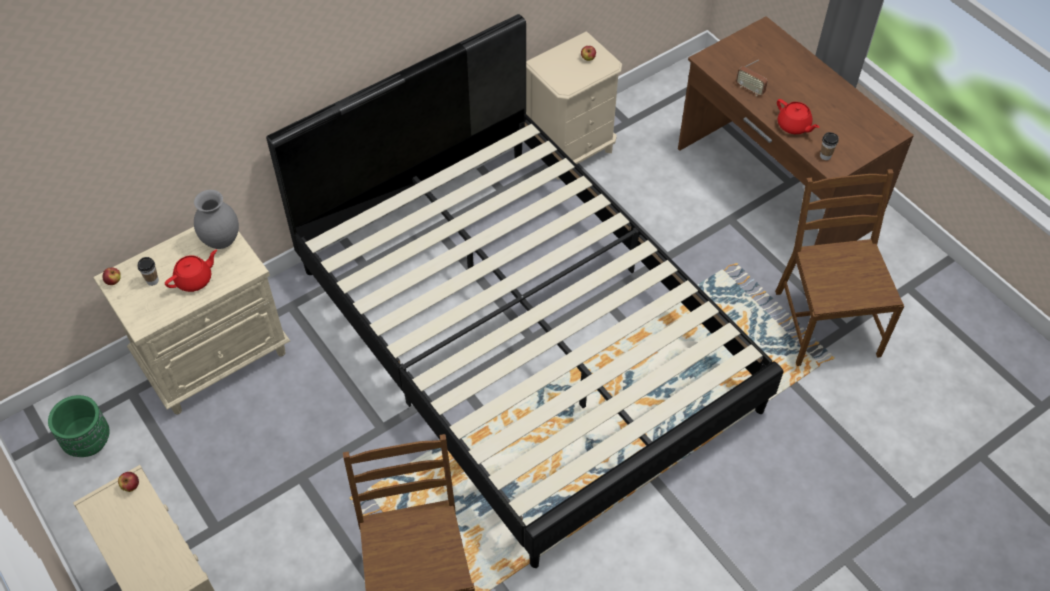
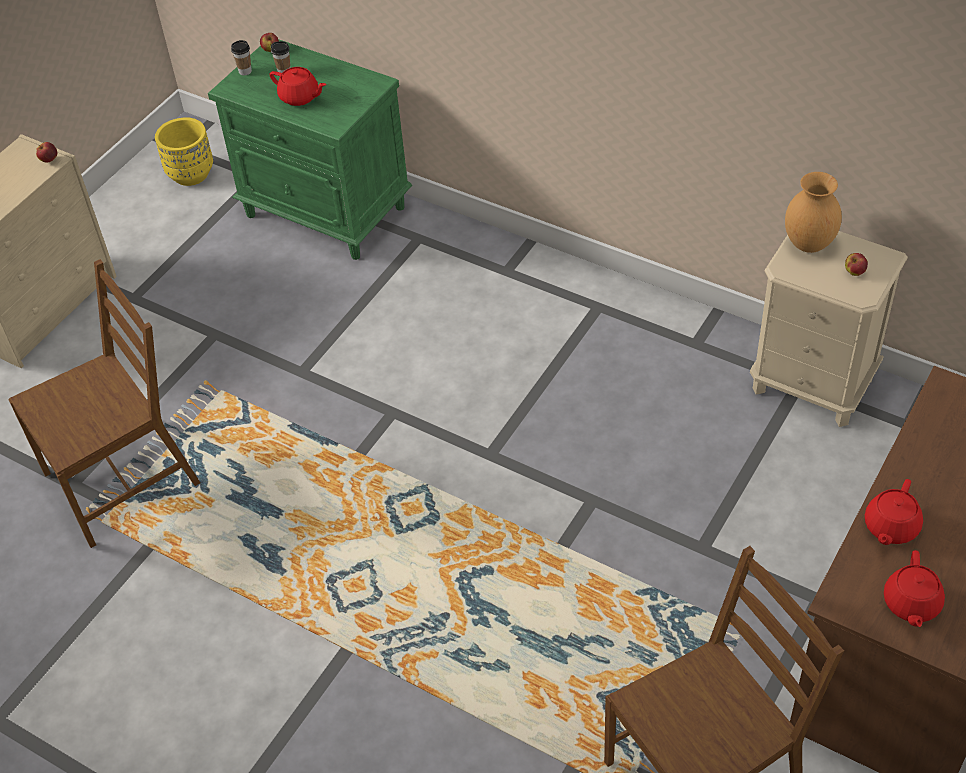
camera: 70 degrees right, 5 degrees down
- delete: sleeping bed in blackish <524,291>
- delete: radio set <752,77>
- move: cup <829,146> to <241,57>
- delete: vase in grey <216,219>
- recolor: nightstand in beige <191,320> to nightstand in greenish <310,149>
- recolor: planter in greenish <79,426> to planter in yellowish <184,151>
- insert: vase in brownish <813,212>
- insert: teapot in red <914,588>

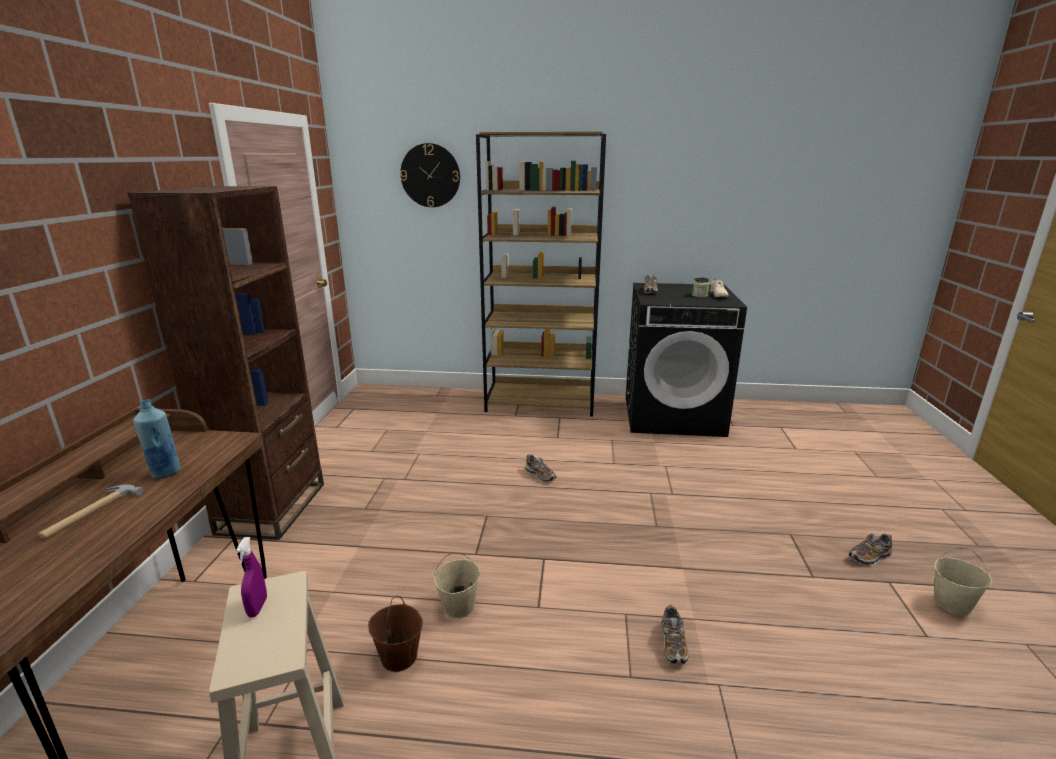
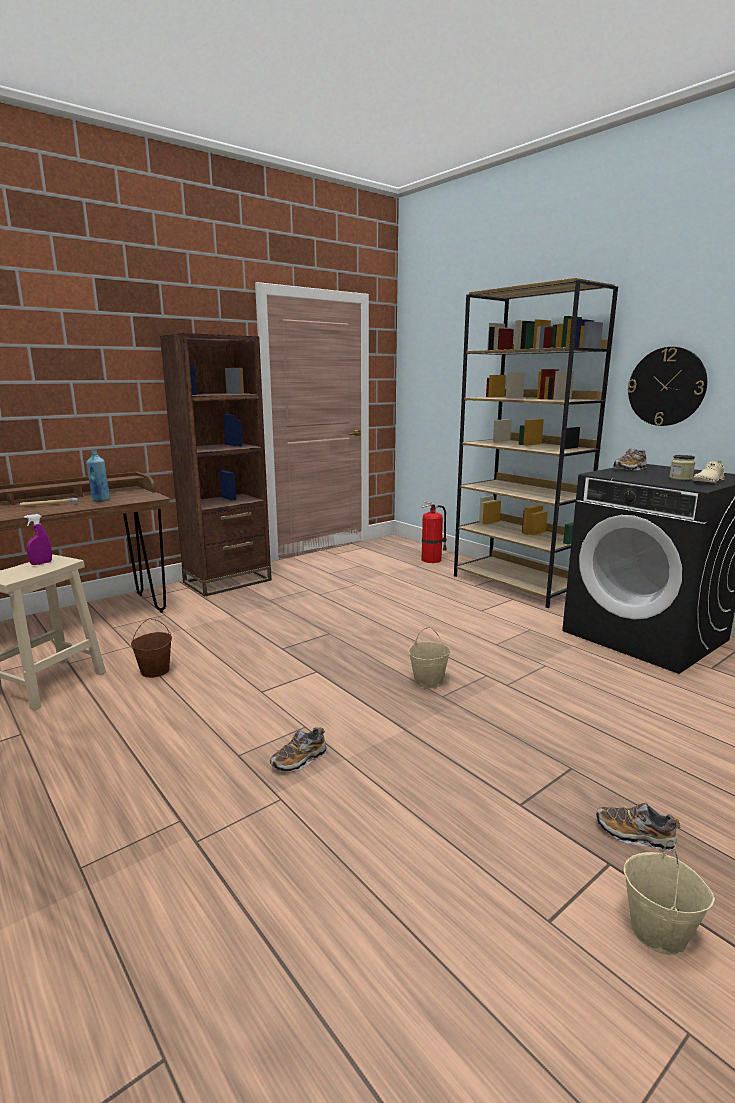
camera: 45 degrees right, 5 degrees down
- move: clock on the wall <430,175> to <667,386>
- delete: shoe <540,468>
- move: pail in beige <457,584> to <429,658>
- insert: extinguisher <434,532>

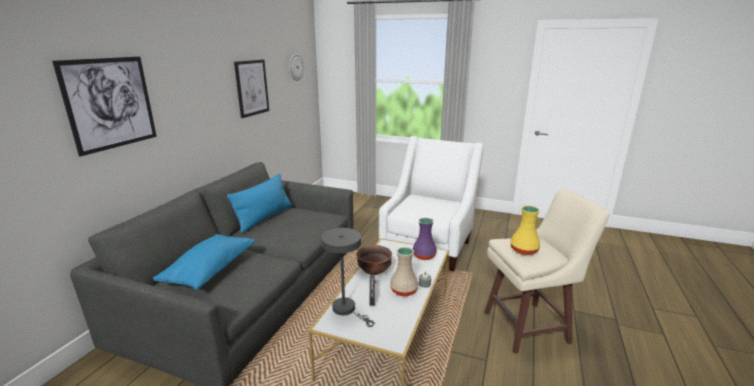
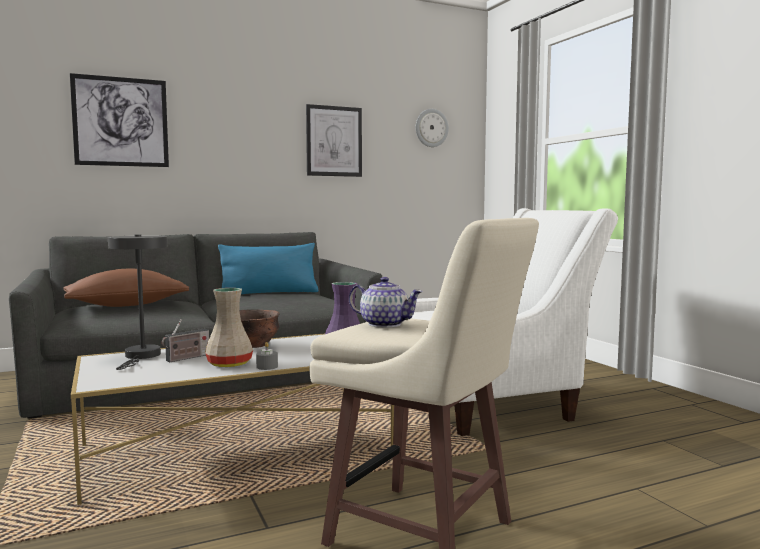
camera: 45 degrees right, 15 degrees down
- replace: vase in yellowish <525,230> to teapot <386,302>
- recolor: throw pillow in blue <204,262> to throw pillow in brownish <126,287>

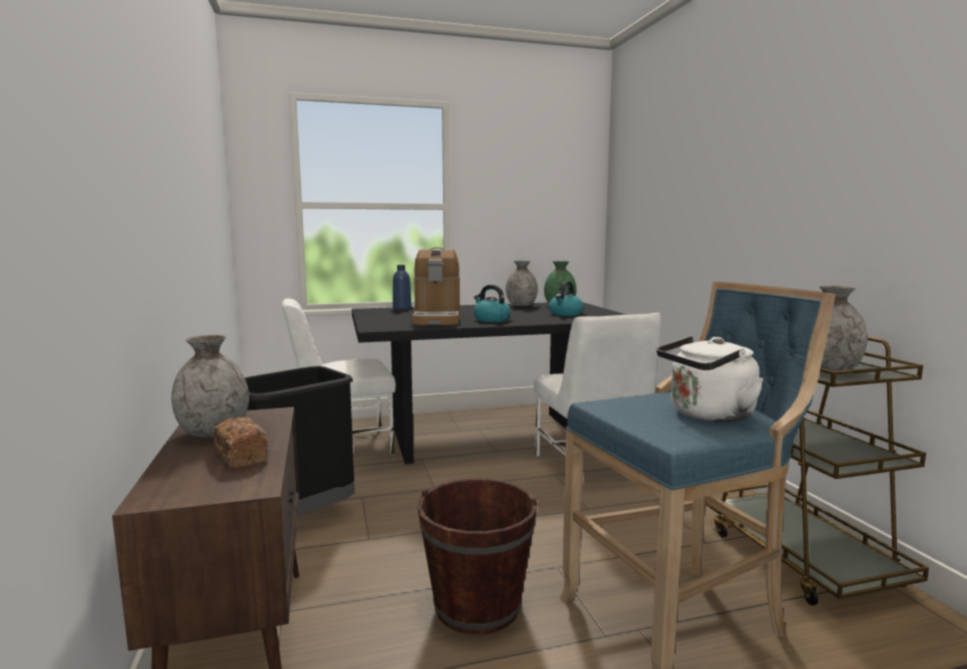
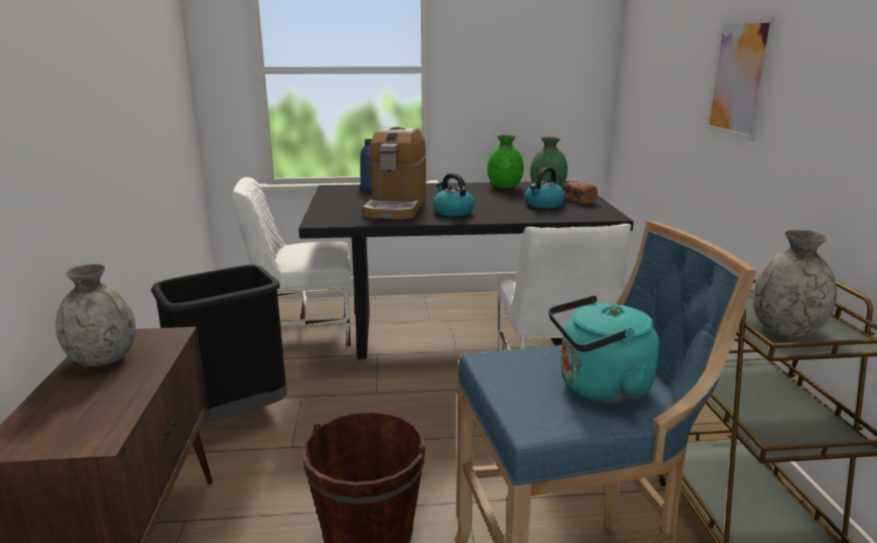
camera: 10 degrees right, 10 degrees up
- recolor: vase in grey <522,283> to vase in greenish <505,161>
- recolor: water kettle in whitish <710,379> to water kettle in blue-green <604,349>
- move: bread <240,442> to <580,192>
- insert: wall art <741,79>

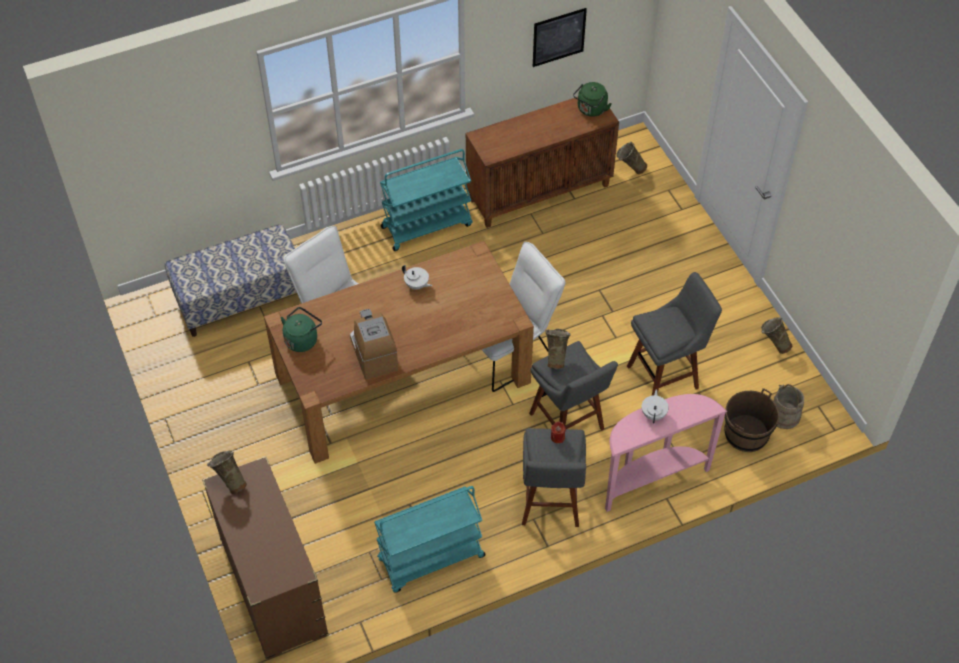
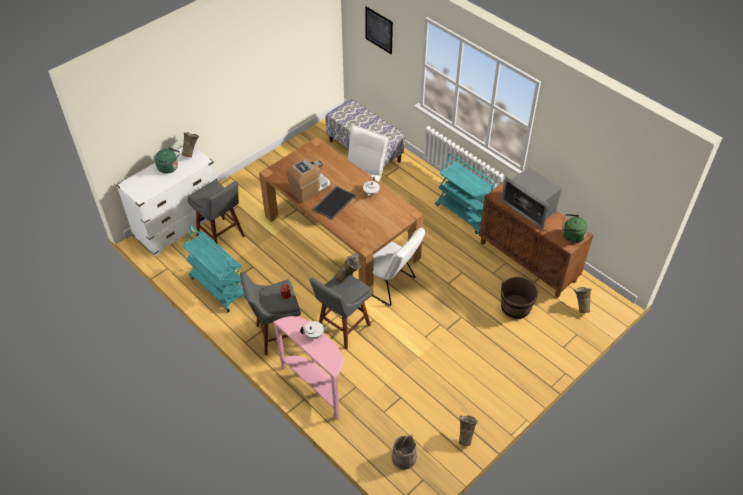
camera: 70 degrees right, 5 degrees down
- move: wall art <560,37> to <379,30>
- move: stool in grey <674,334> to <216,212>
- move: water kettle in greenish <301,329> to <167,161>
- move: pail in brownish <751,420> to <520,298>
- recolor: dresser in brownish <265,558> to dresser in whitish <166,201>
- insert: microwave oven <531,198>
- insert: tray <334,203>

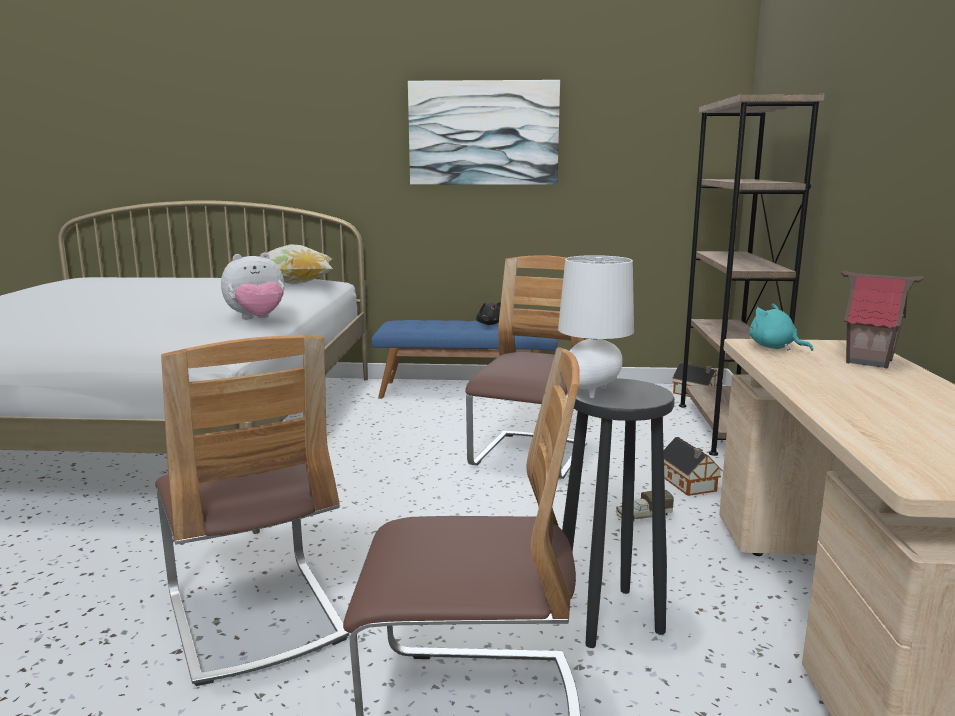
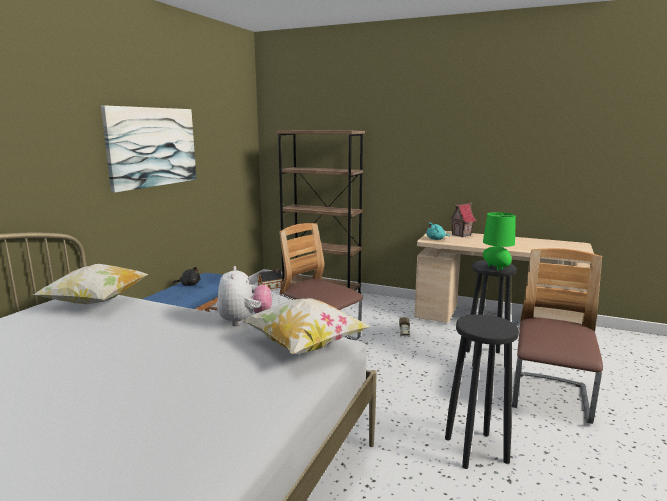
camera: 70 degrees left, 0 degrees up
- recolor: lamp for a table in whitish <596,326> to lamp for a table in greenish <499,241>
- replace: plain chair <252,510> to stool in blackish <482,391>
- delete: model house <693,466>
- insert: throw pillow <306,326>

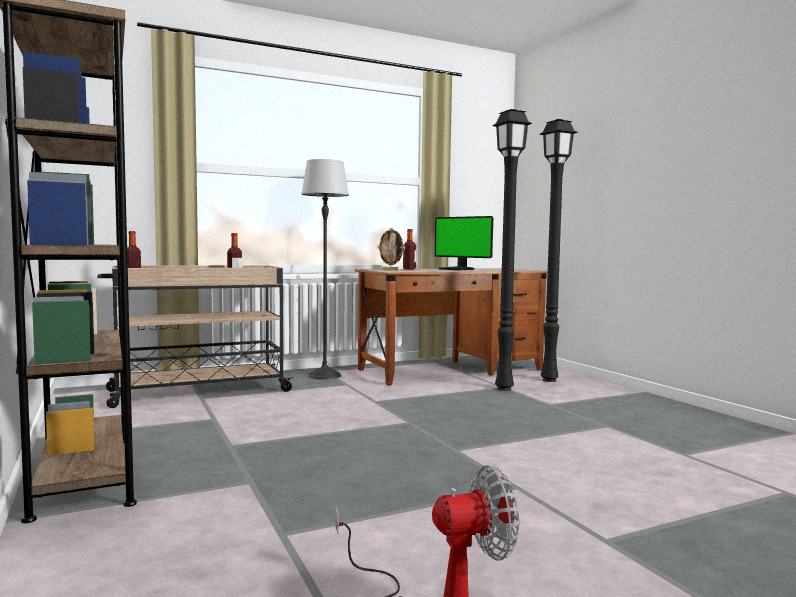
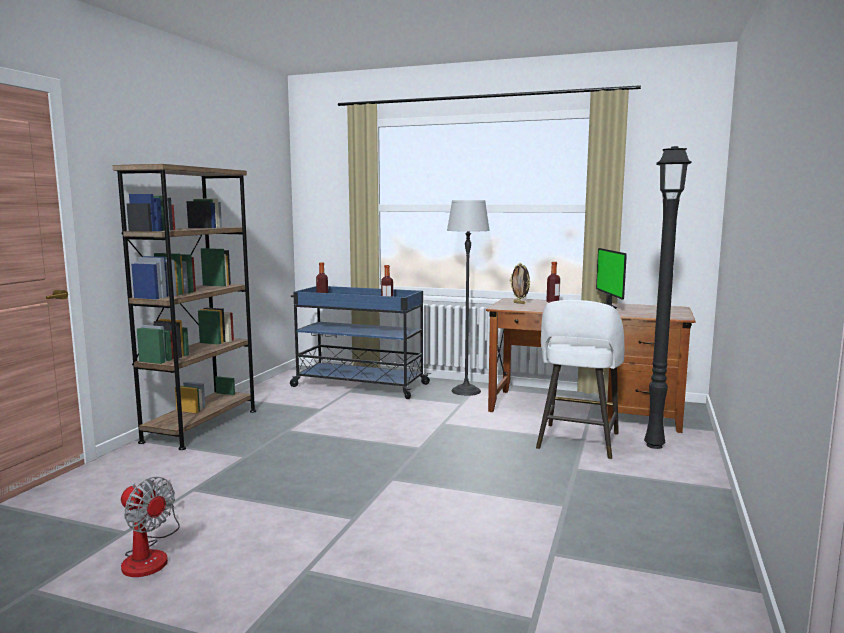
camera: 45 degrees right, 5 degrees up
- replace: standard lamp in blackish <512,250> to stool in whitish <580,379>
- recolor: cart in beige <195,336> to cart in blue <360,342>

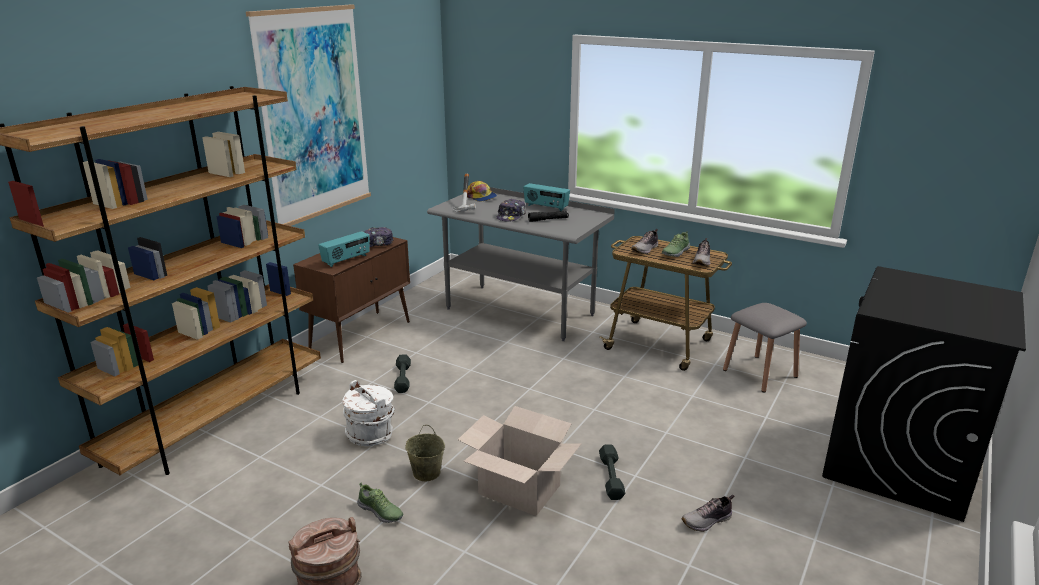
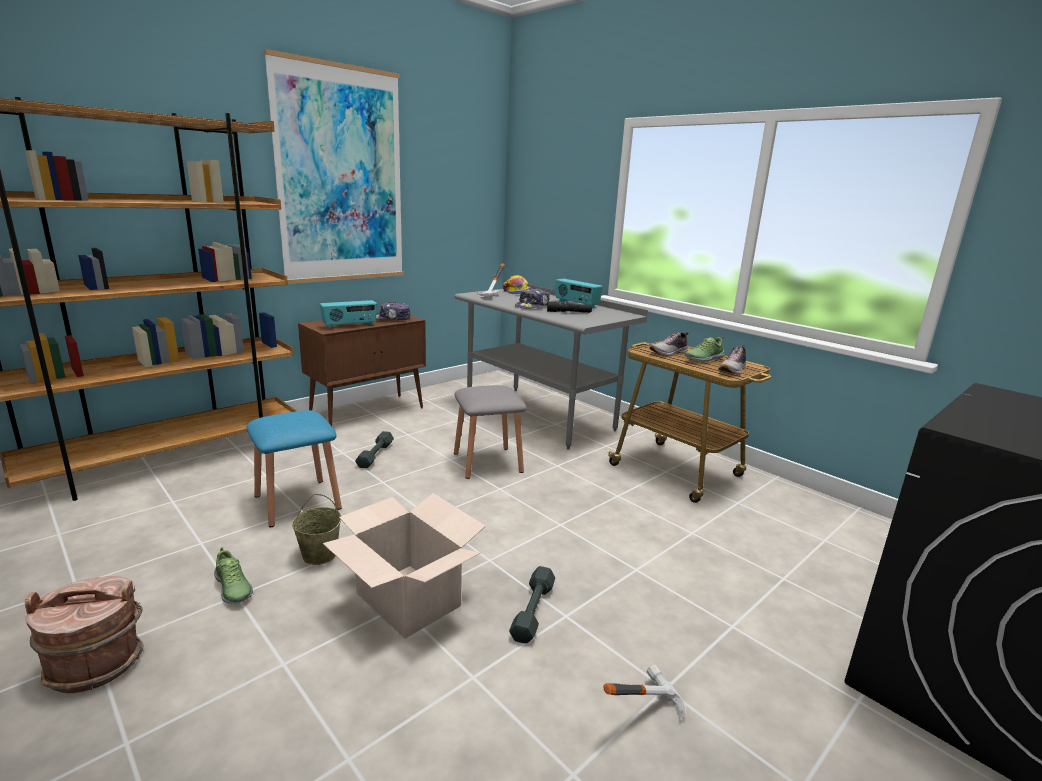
camera: 15 degrees right, 5 degrees down
- move: stool in grey <765,348> to <490,432>
- replace: pail in whitish <368,413> to stool in blue <294,468>
- replace: shoe <707,513> to hammer <644,692>

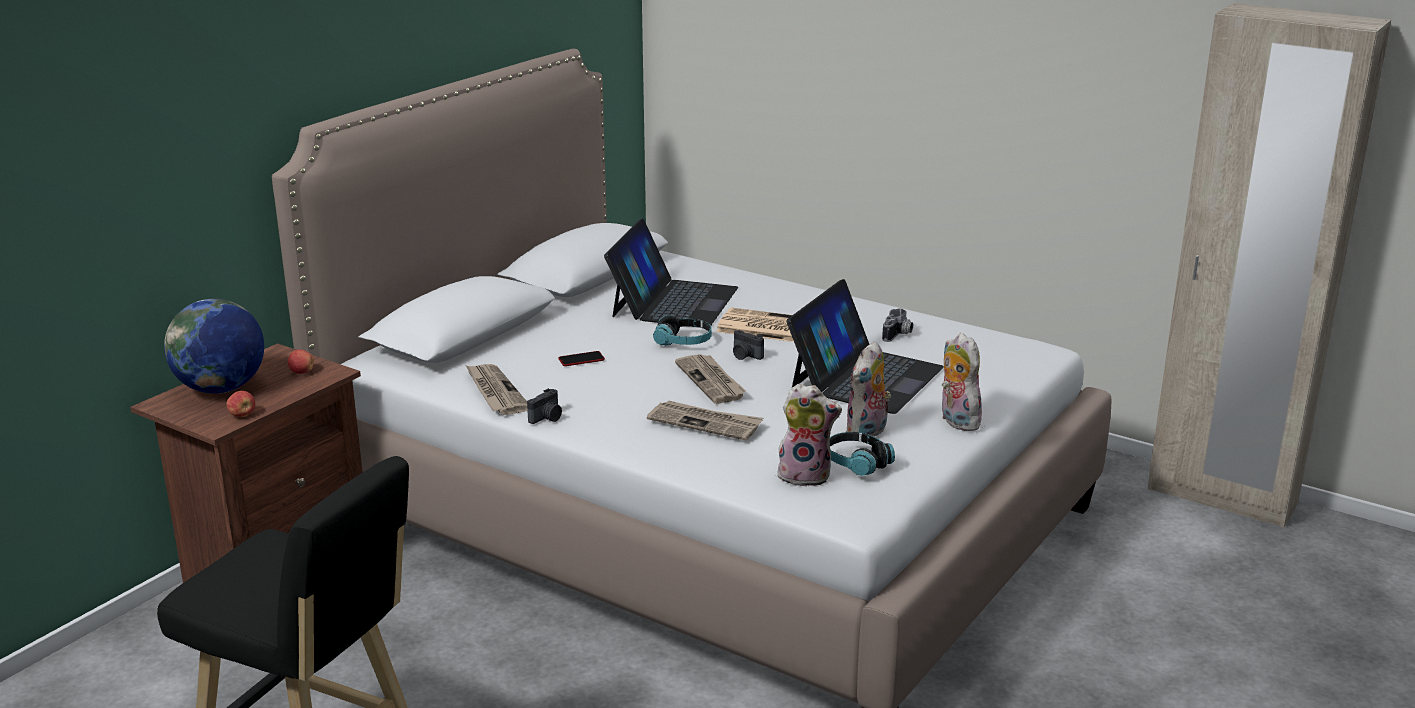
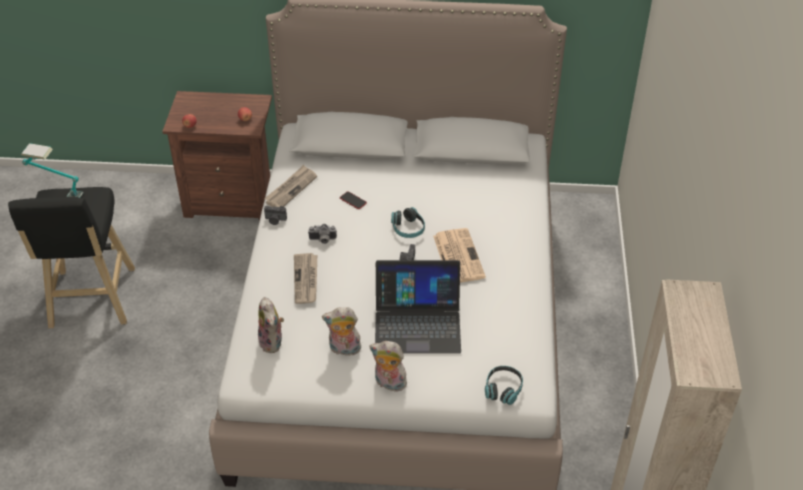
camera: 60 degrees right, 20 degrees up
- delete: notebook computer <671,271>
- delete: desk globe <214,346>
- move: photo camera <897,325> to <322,234>
- rotate: plush toy <961,382> = <388,366> 105 degrees counterclockwise
- delete: daily paper <710,379>
- move: pair of headphones <862,454> to <504,385>
- insert: lamp for a table <52,170>

